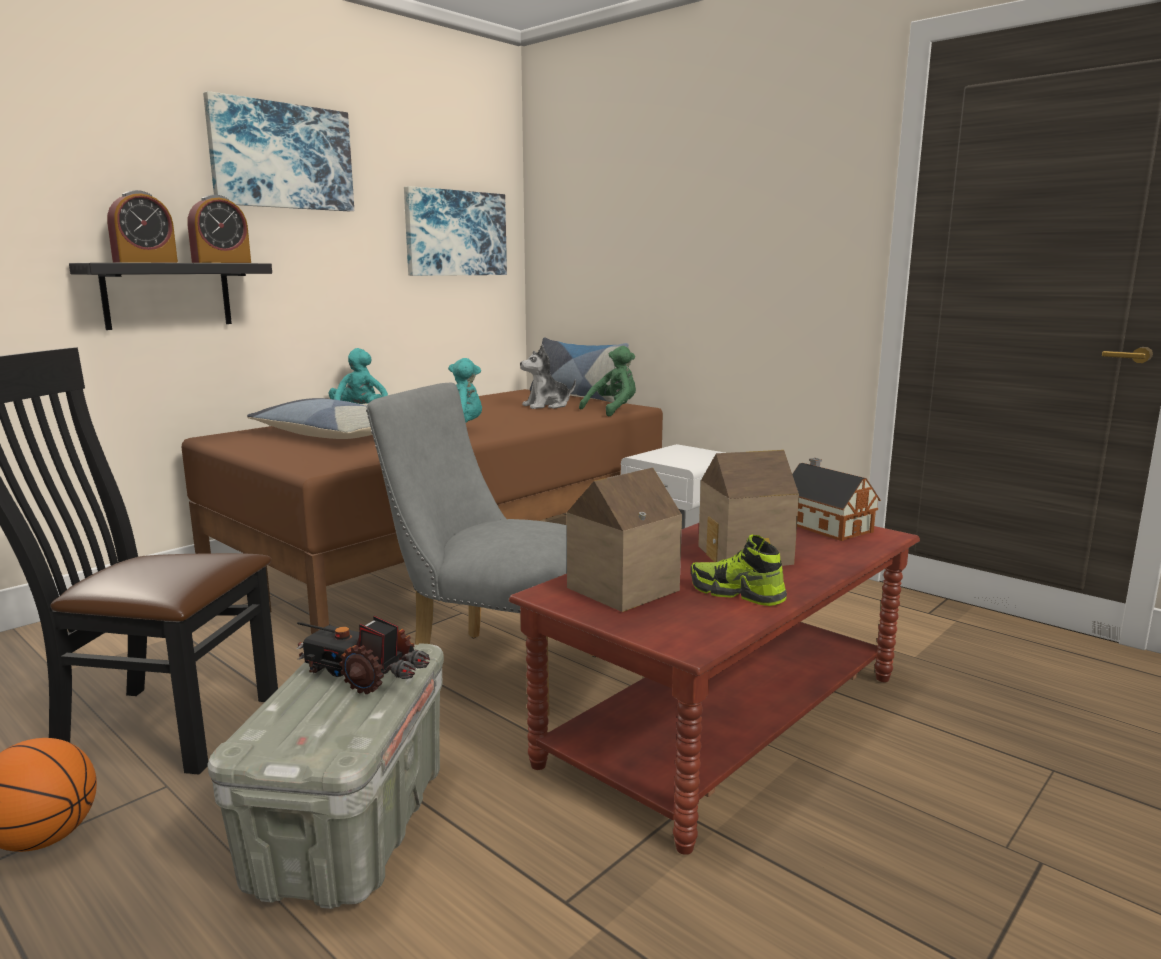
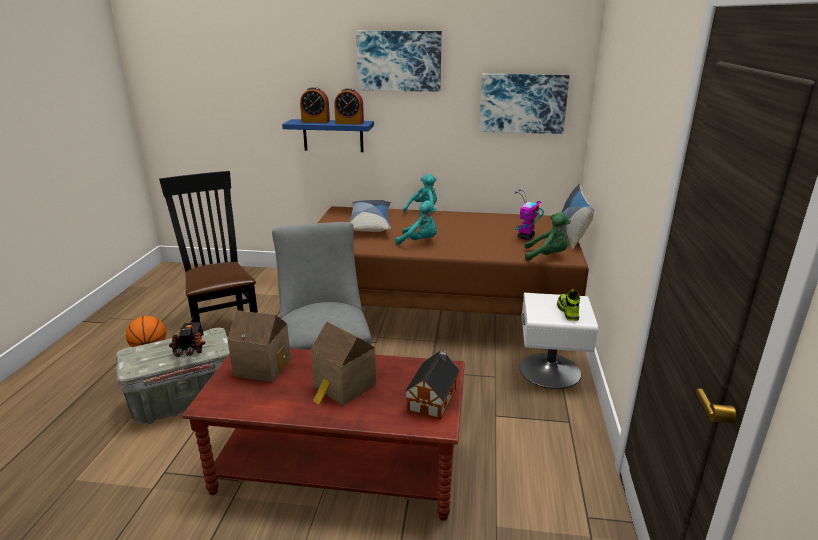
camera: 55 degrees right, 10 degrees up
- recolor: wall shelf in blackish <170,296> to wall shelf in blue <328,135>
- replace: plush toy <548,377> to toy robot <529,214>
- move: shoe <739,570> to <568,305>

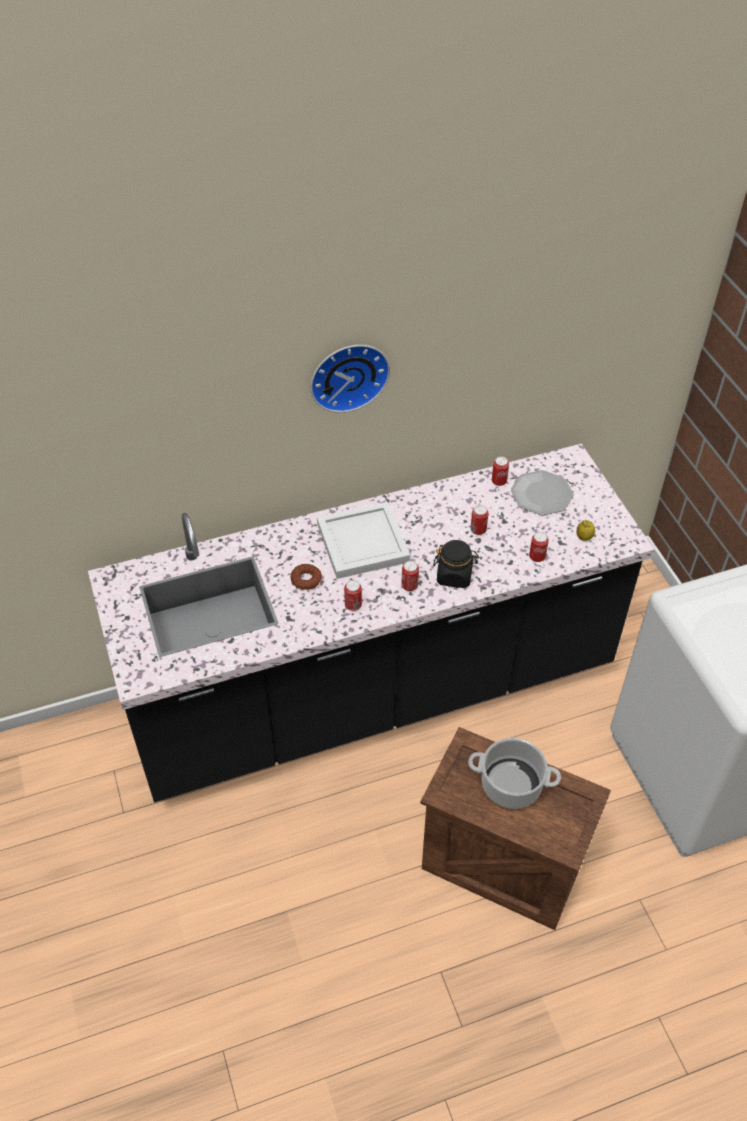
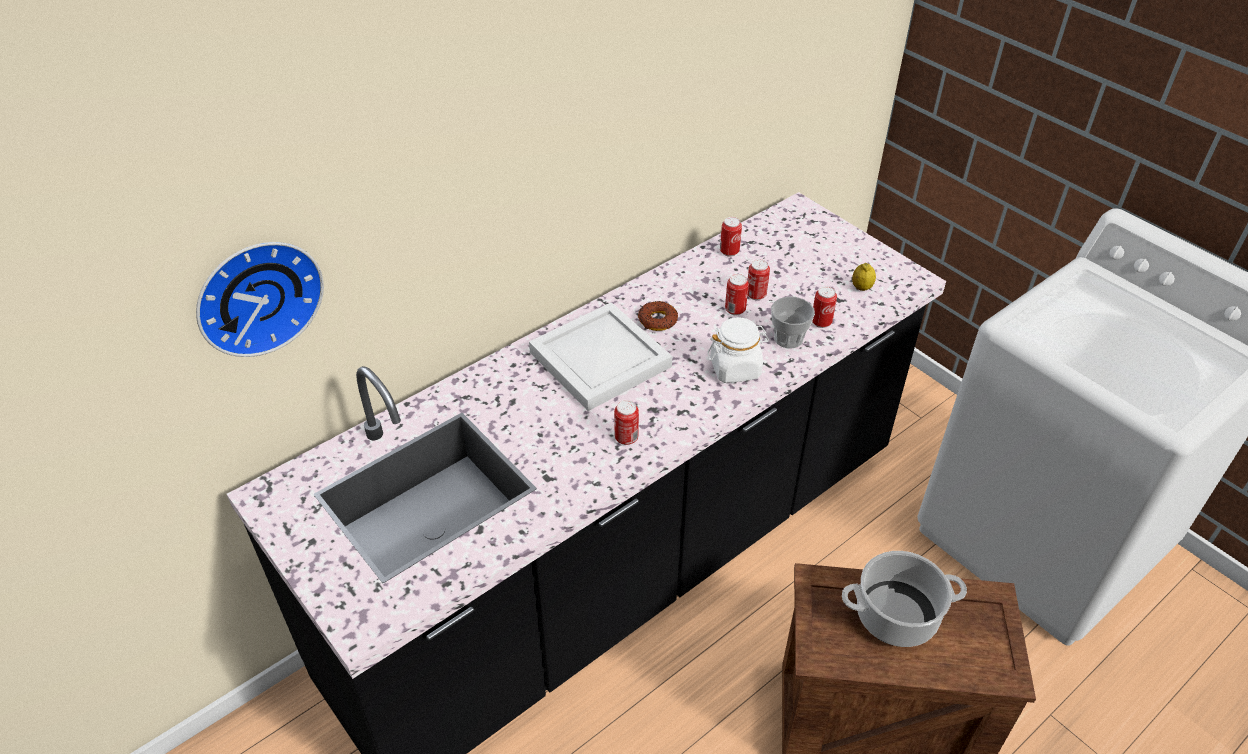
camera: 20 degrees left, 5 degrees down
- move: clock on the wall <350,379> to <260,299>
- delete: plate <542,492>
- recolor: jar in blackish <456,564> to jar in whitish <738,350>
- move: sealed can <410,576> to <758,279>
- move: donut <306,577> to <658,316>
- insert: cup <793,323>

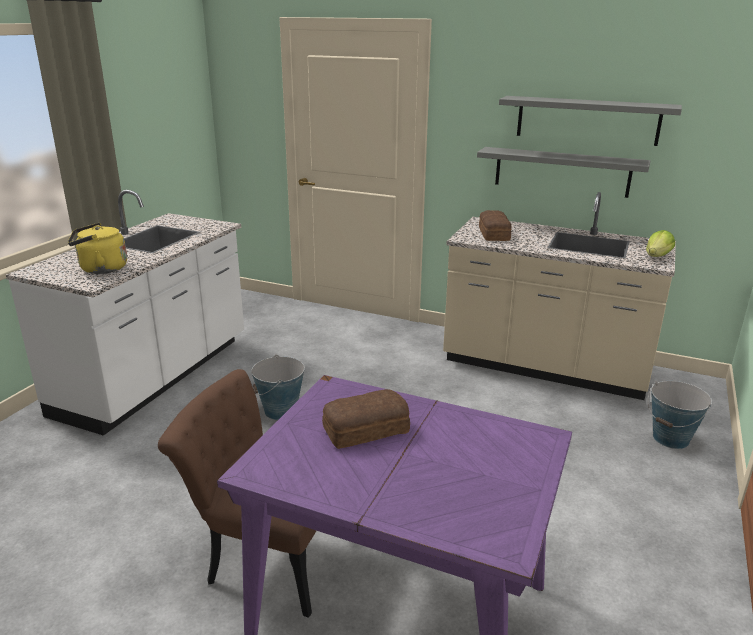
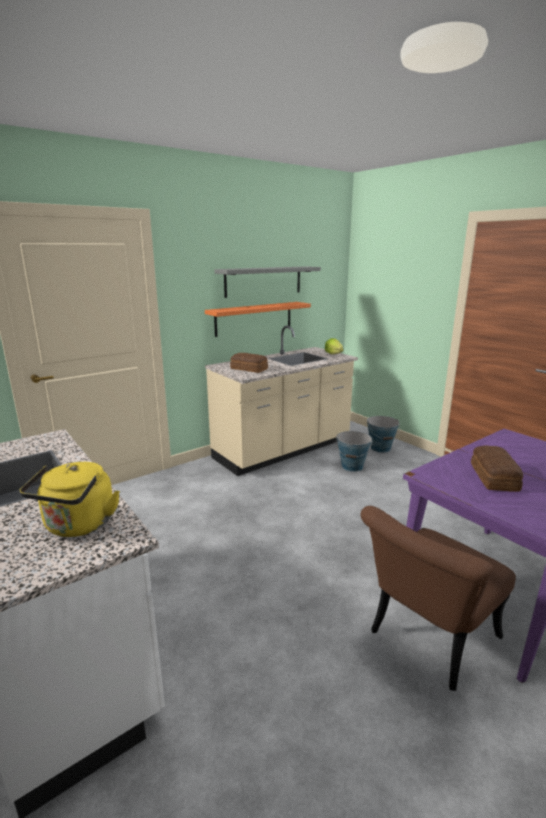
camera: 60 degrees left, 5 degrees down
- recolor: wall shelf in grey <564,172> to wall shelf in orange <258,319>
- move: pail <278,387> to <354,451>

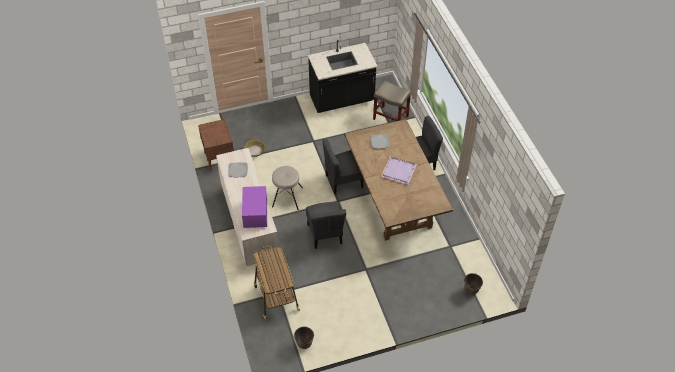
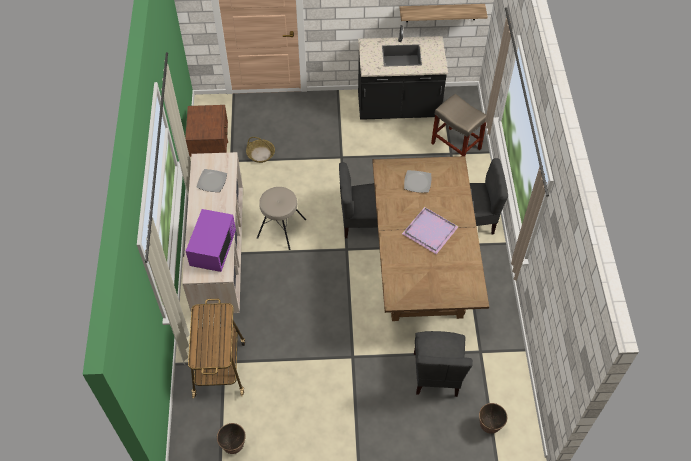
camera: 15 degrees right, 5 degrees up
- move: plain chair in grey <326,225> to <443,364>
- insert: wall shelf <444,13>

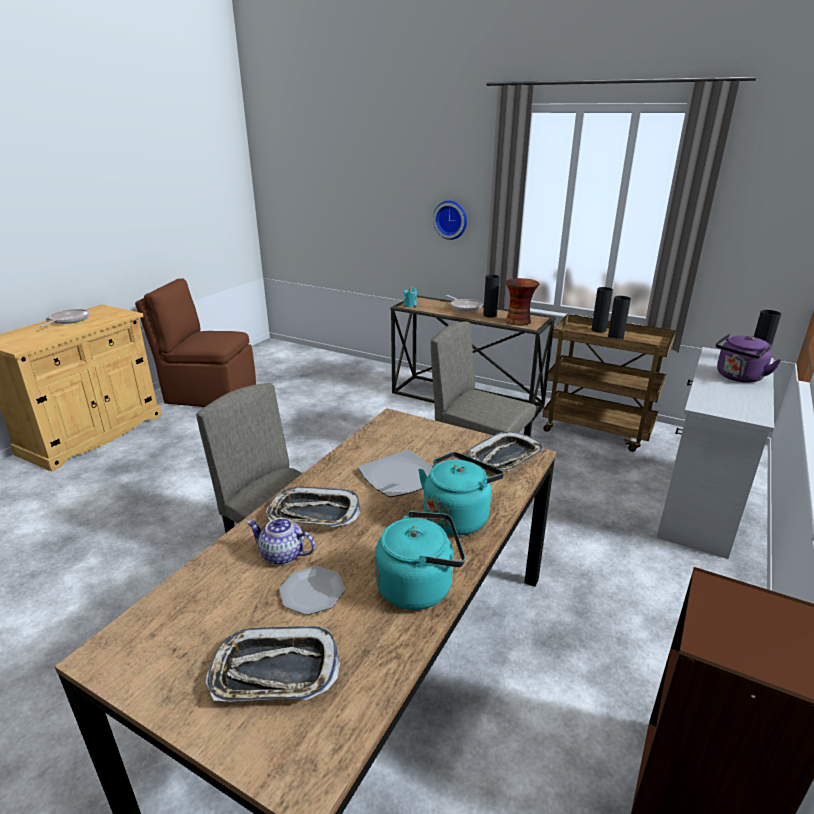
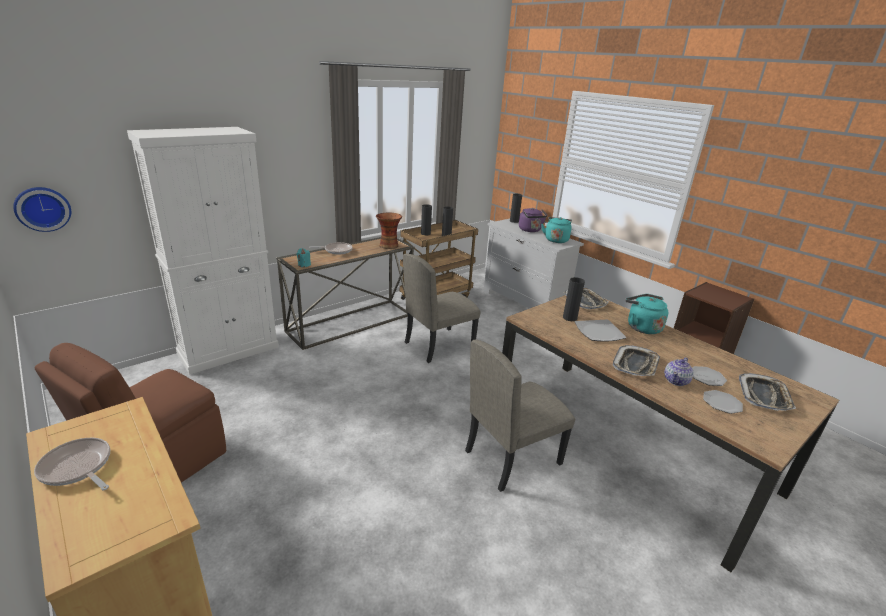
camera: 70 degrees left, 0 degrees up
- move: clock on the wall <450,220> to <42,209>
- move: vase in blackish <491,296> to <574,299>
- move: water kettle in blue-green <420,560> to <556,230>
- insert: cupboard in whitish <203,251>
- insert: plate <723,402>

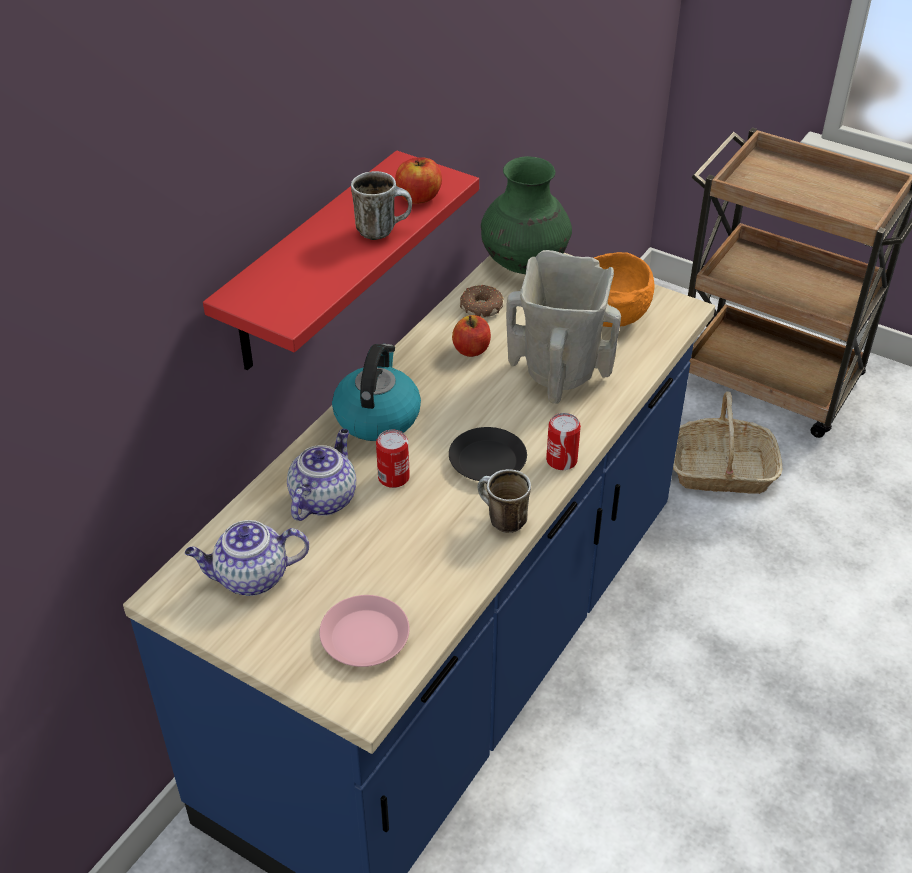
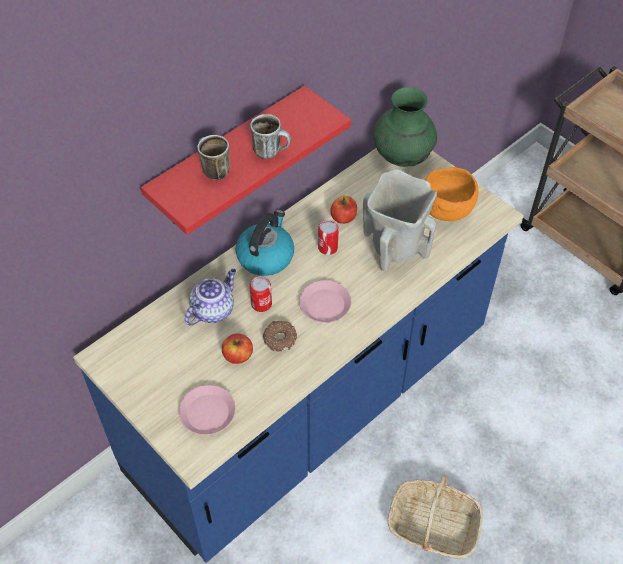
camera: 15 degrees right, 10 degrees up
- move: apple fruit <418,180> to <237,349>
- move: donut <482,301> to <279,336>
- move: storage basket <728,442> to <435,517>
- move: sealed can <563,441> to <328,237>
- recolor: plate in blackish <488,454> to plate in pink-coloured <325,301>
- move: coffee mug <504,501> to <213,157>
- delete: teapot <247,558>

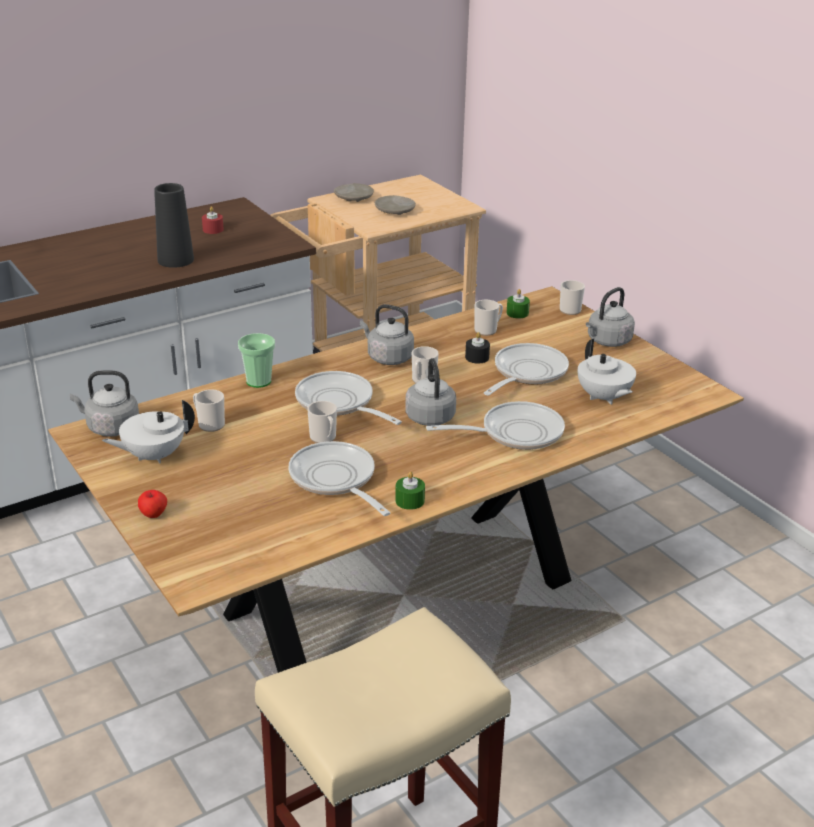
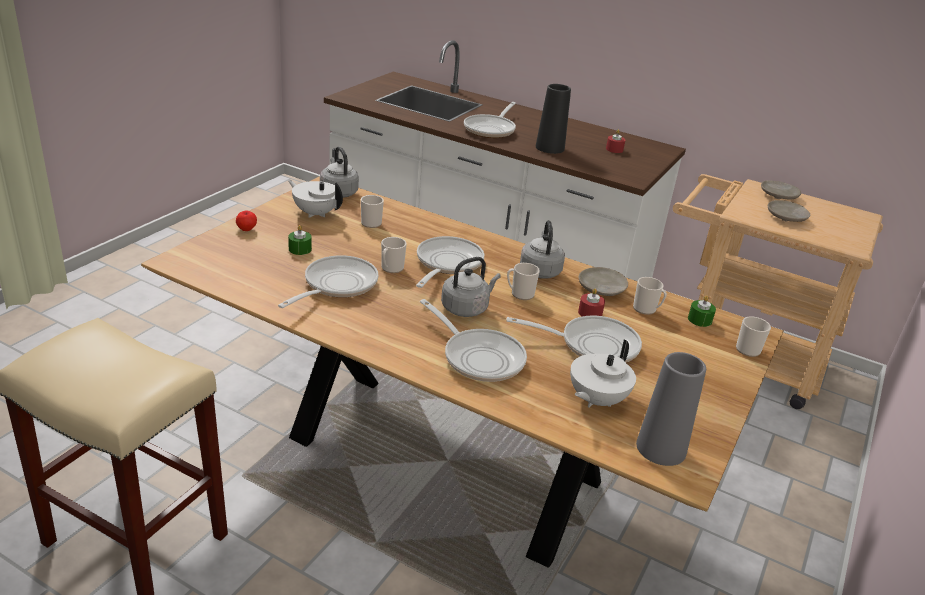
camera: 60 degrees right, 0 degrees up
- delete: water kettle in grey <610,317>
- recolor: wax light in blackish <477,348> to wax light in red <591,302>
- delete: cup <256,360>
- move: wax light in greenish <410,491> to <300,240>
- insert: skillet <490,120>
- insert: plate in beige <603,281>
- insert: vase in grey <671,409>

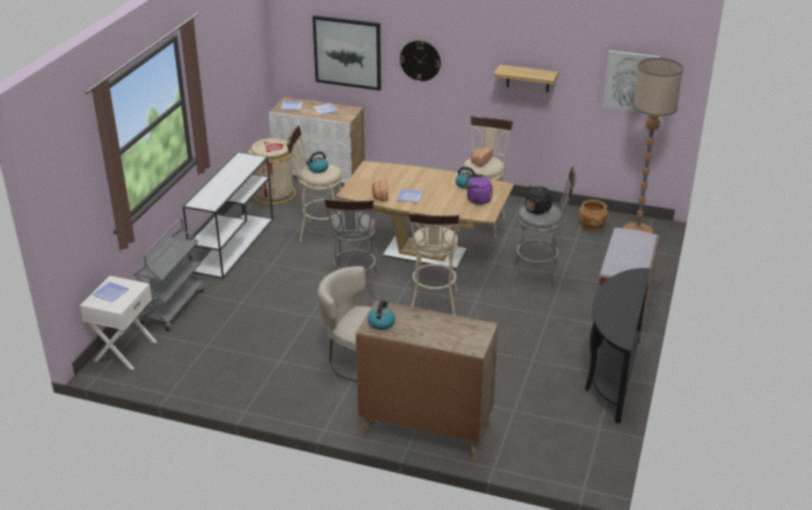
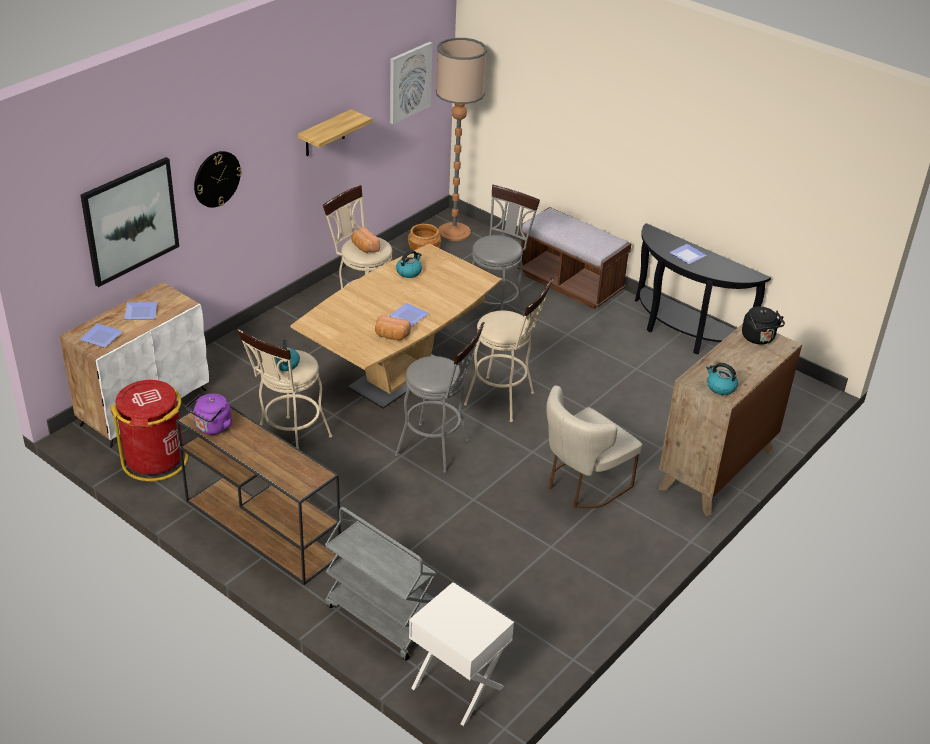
camera: 70 degrees left, 5 degrees up
- recolor: rubbish bin in beige <272,171> to rubbish bin in red <149,431>
- recolor: narrow table in whitish <227,215> to narrow table in brownish <258,495>
- move: water kettle in purplish <478,190> to <209,414>
- move: water kettle in blackish <536,199> to <763,325>
- move: plate <110,292> to <688,254>

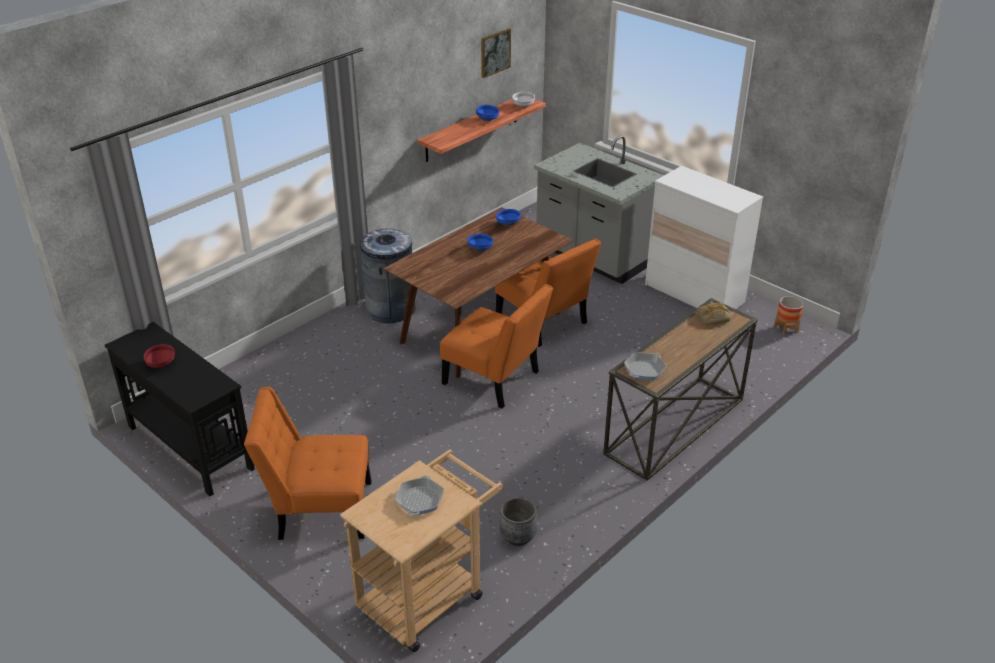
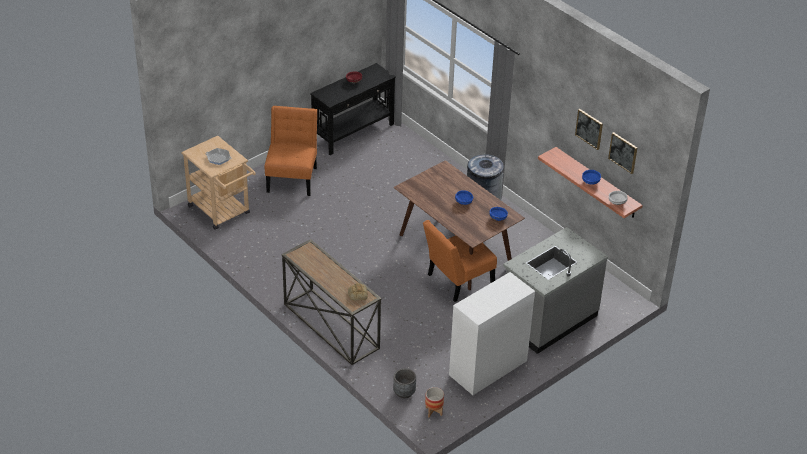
camera: 95 degrees right, 5 degrees up
- delete: plain chair in orange <496,346>
- delete: skillet <645,366>
- move: planter in grey <518,521> to <404,383>
- insert: wall art <589,129>

